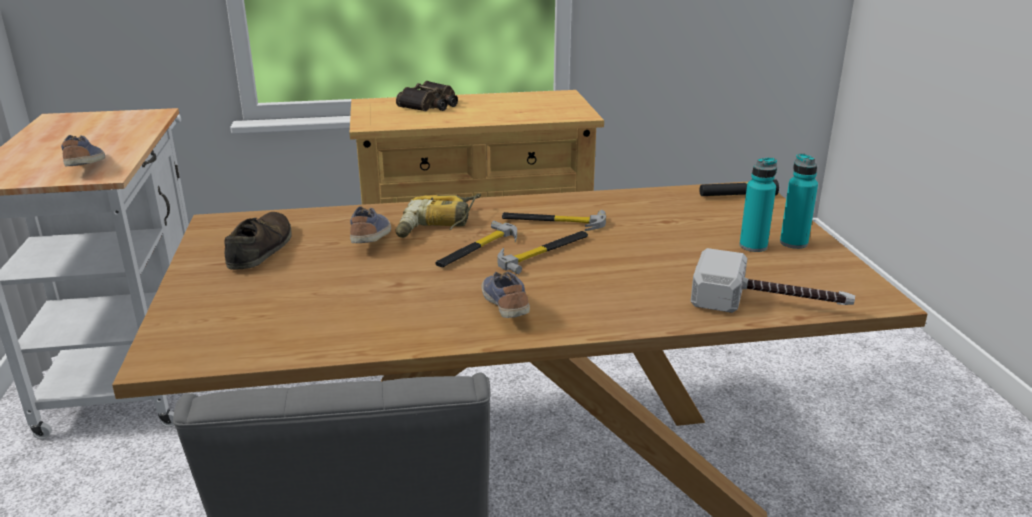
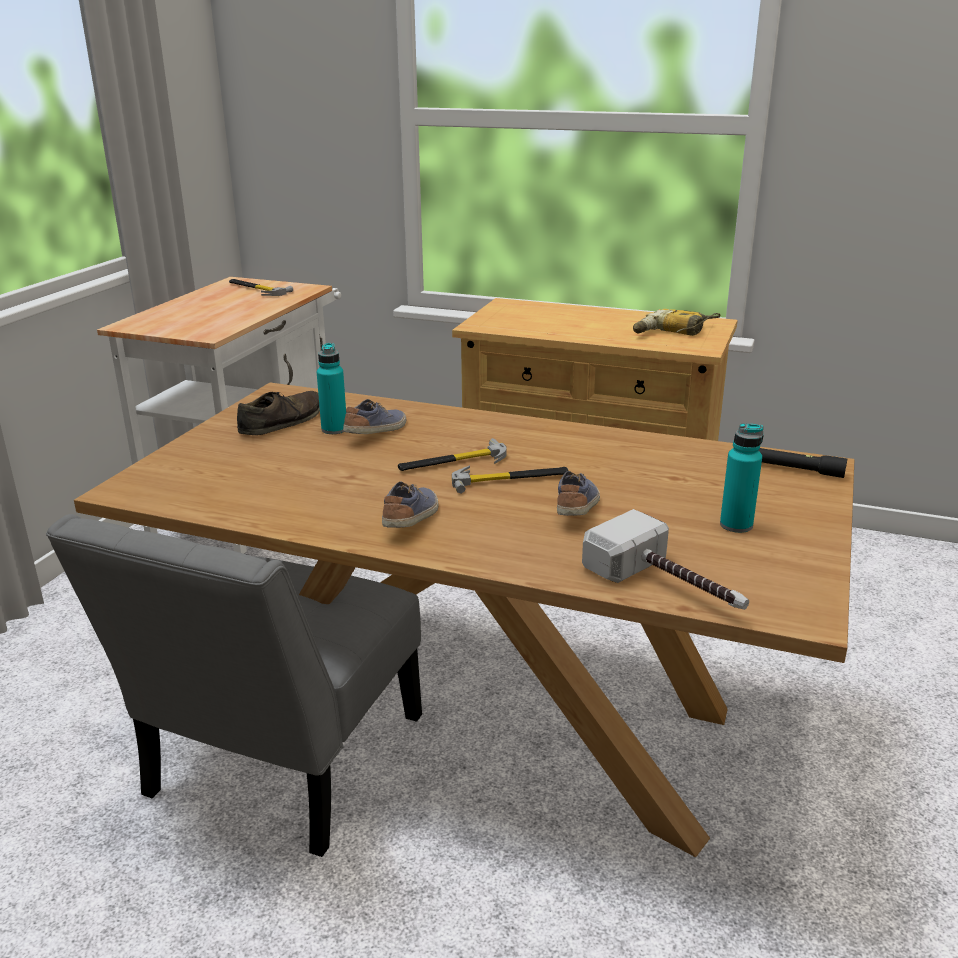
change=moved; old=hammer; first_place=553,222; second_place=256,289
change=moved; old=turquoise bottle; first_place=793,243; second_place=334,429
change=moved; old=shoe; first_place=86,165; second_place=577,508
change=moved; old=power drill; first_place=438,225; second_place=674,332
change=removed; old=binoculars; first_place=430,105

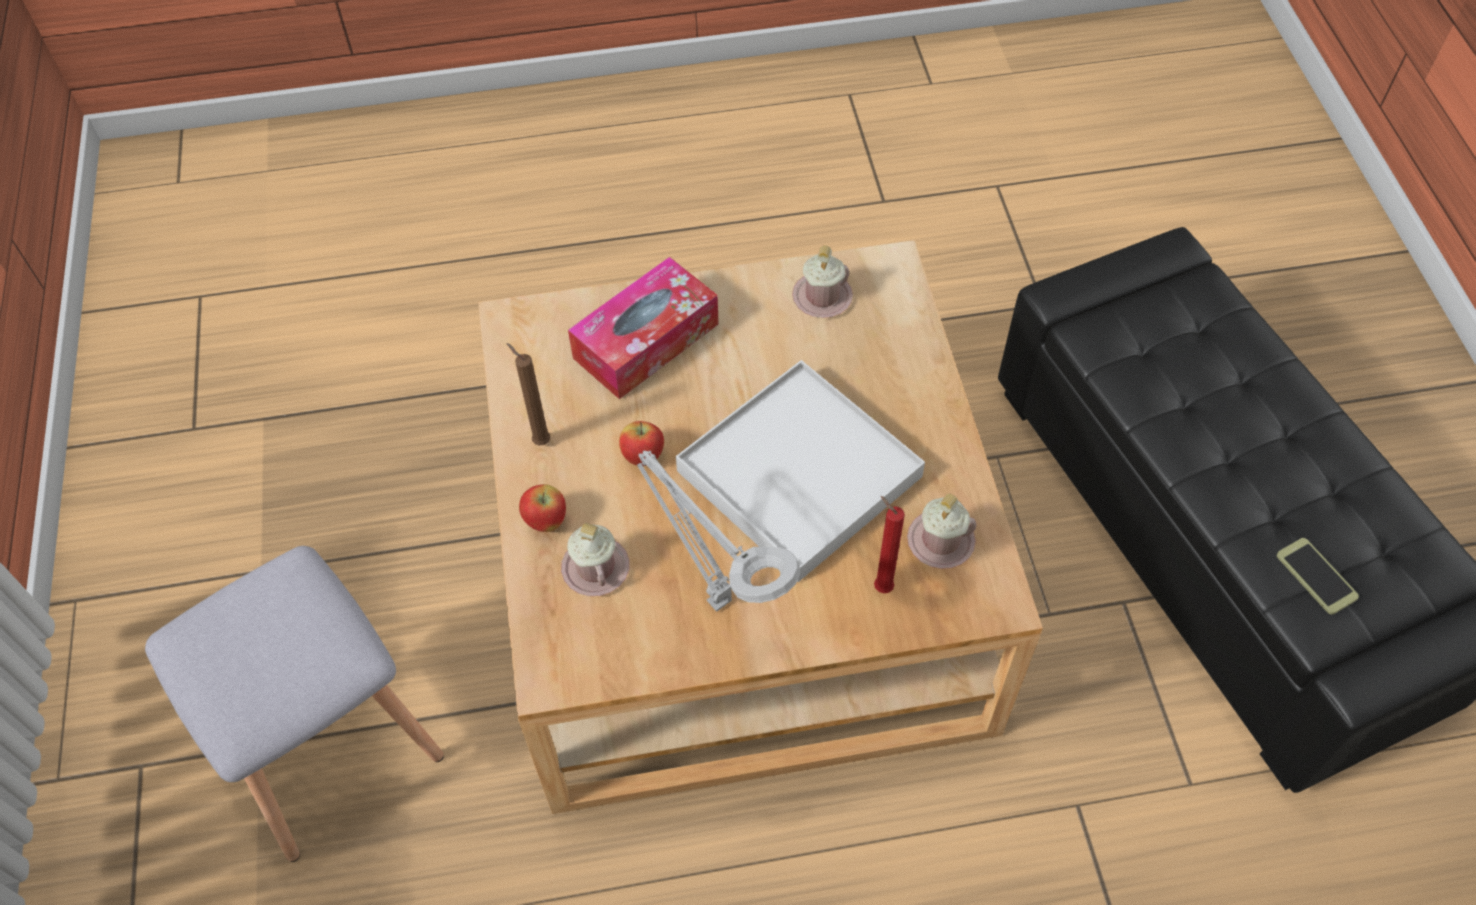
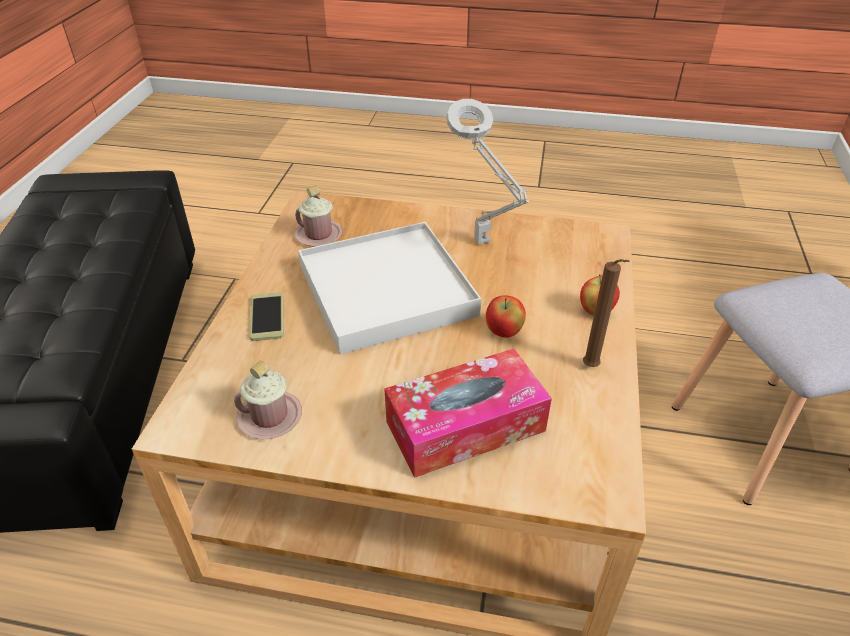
change=moved; old=phone; first_place=1316,576; second_place=267,317
change=removed; old=pink mug; first_place=595,568
change=removed; old=red candle; first_place=880,586

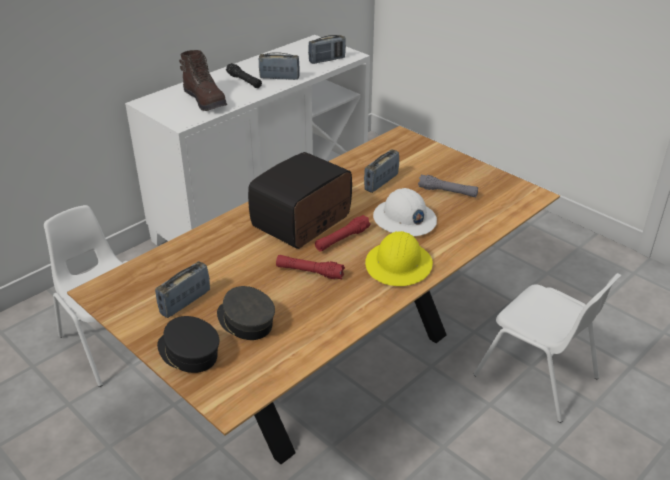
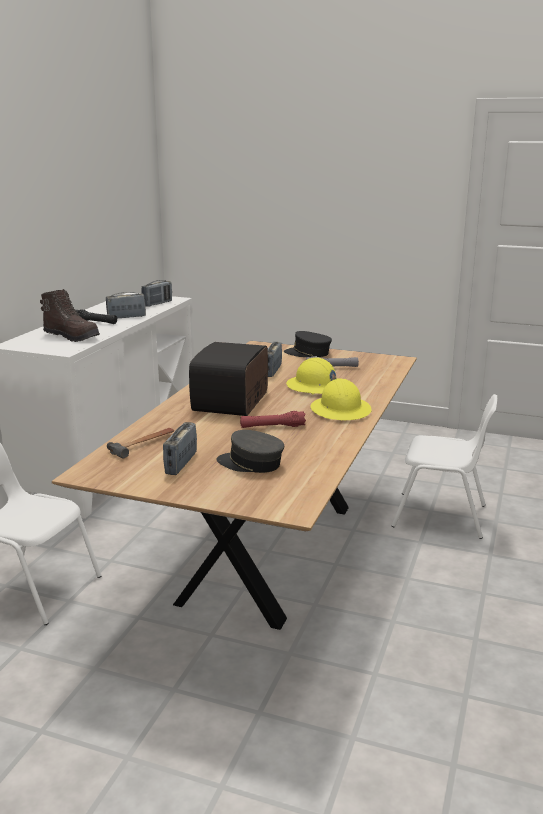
change=added; new=hammer; second_place=143,444
change=moved; old=black cap; first_place=188,353; second_place=308,353
change=recoloured; old=white hard hat; new=yellow hard hat; first_place=404,220; second_place=315,387
change=removed; old=red flashlight; first_place=342,239

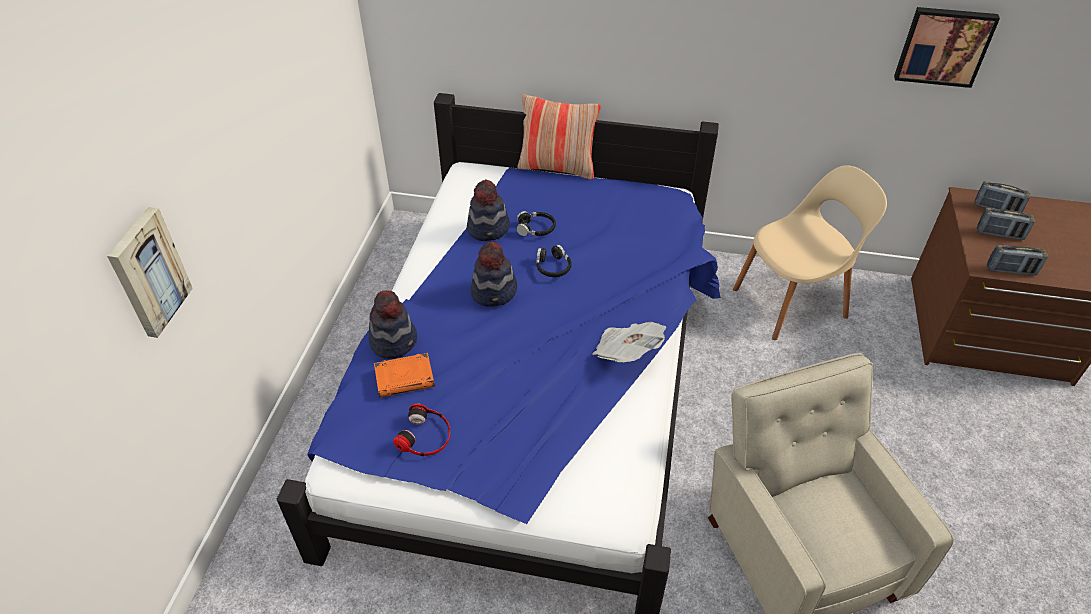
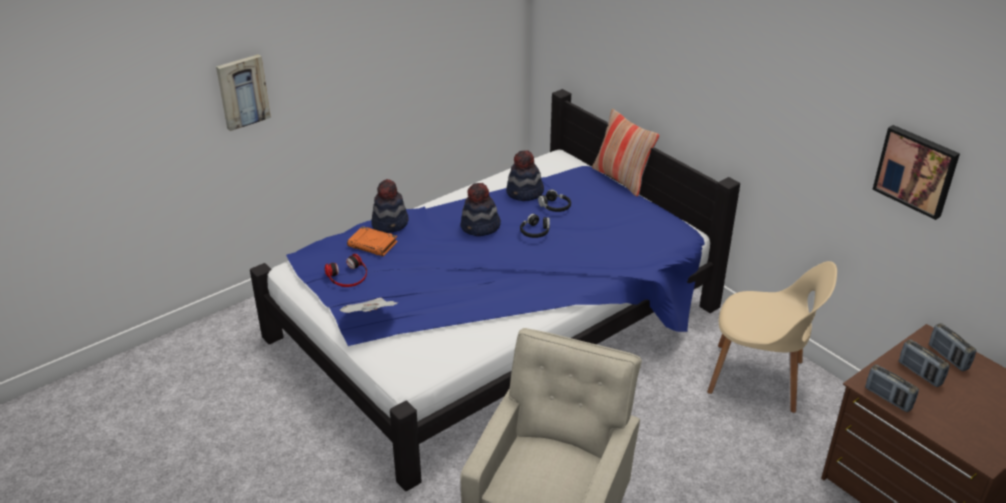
change=moved; old=newspaper; first_place=627,353; second_place=371,317

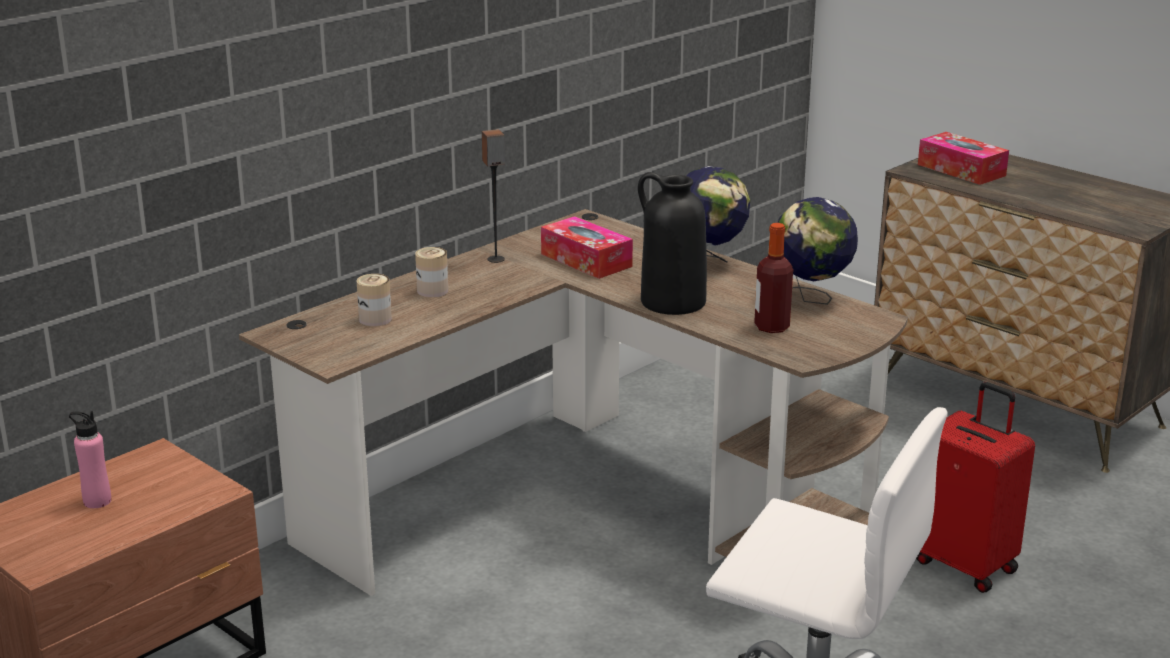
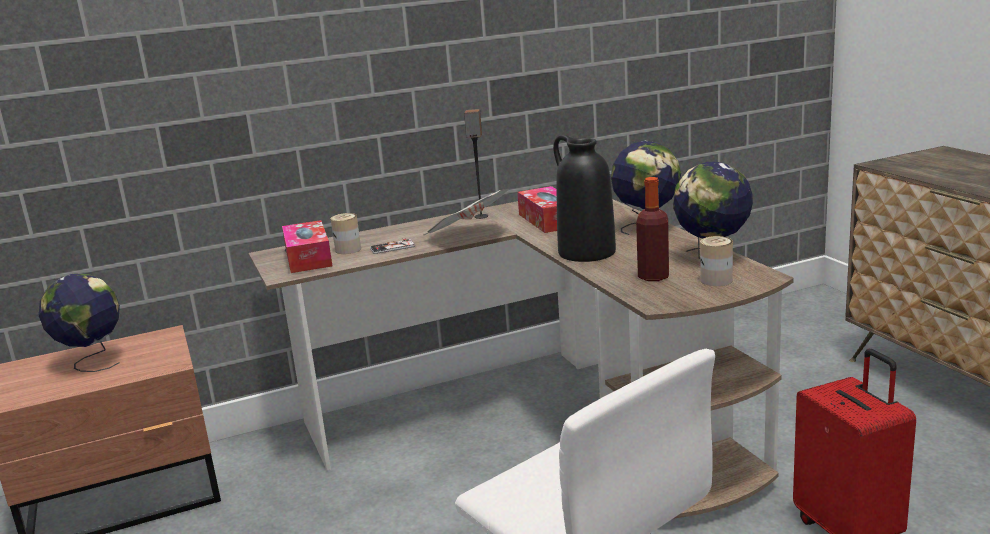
change=replaced; old=pink bottle; new=globe; first_place=97,501; second_place=92,361
change=moved; old=tissue box; first_place=961,170; second_place=308,258
change=added; new=phone; second_place=392,247
change=added; new=newspaper; second_place=467,235
change=moved; old=can; first_place=432,291; second_place=716,280

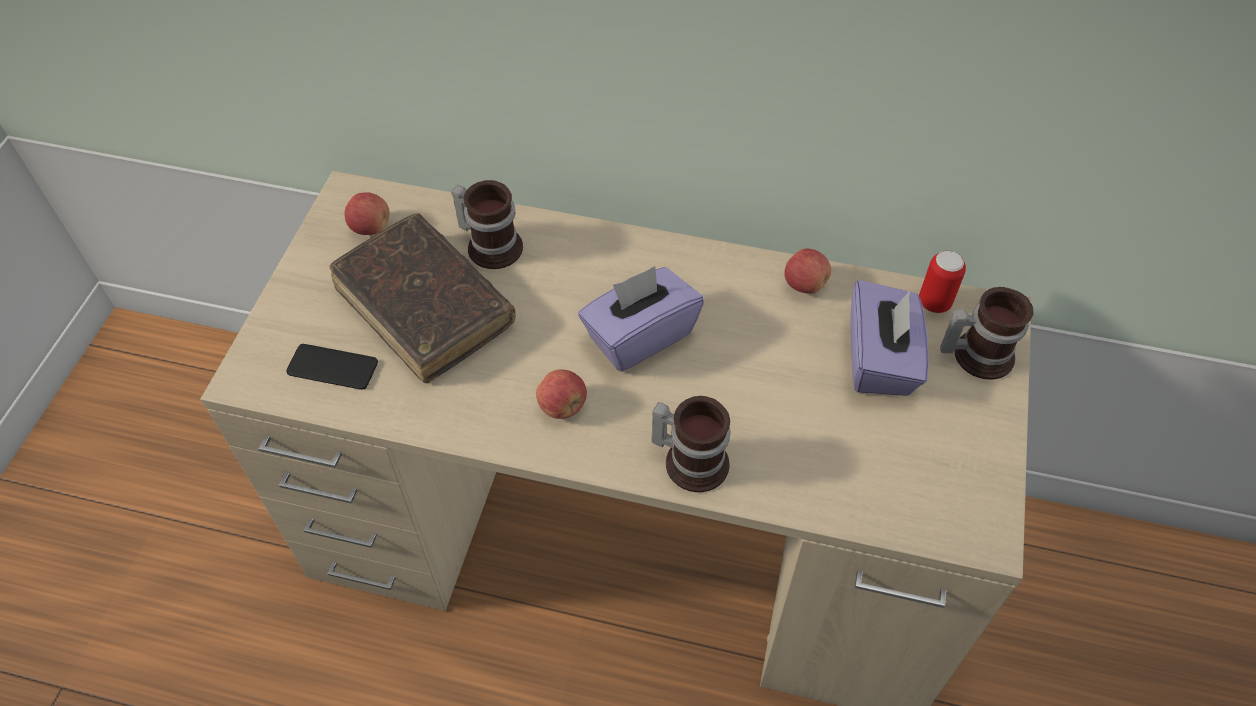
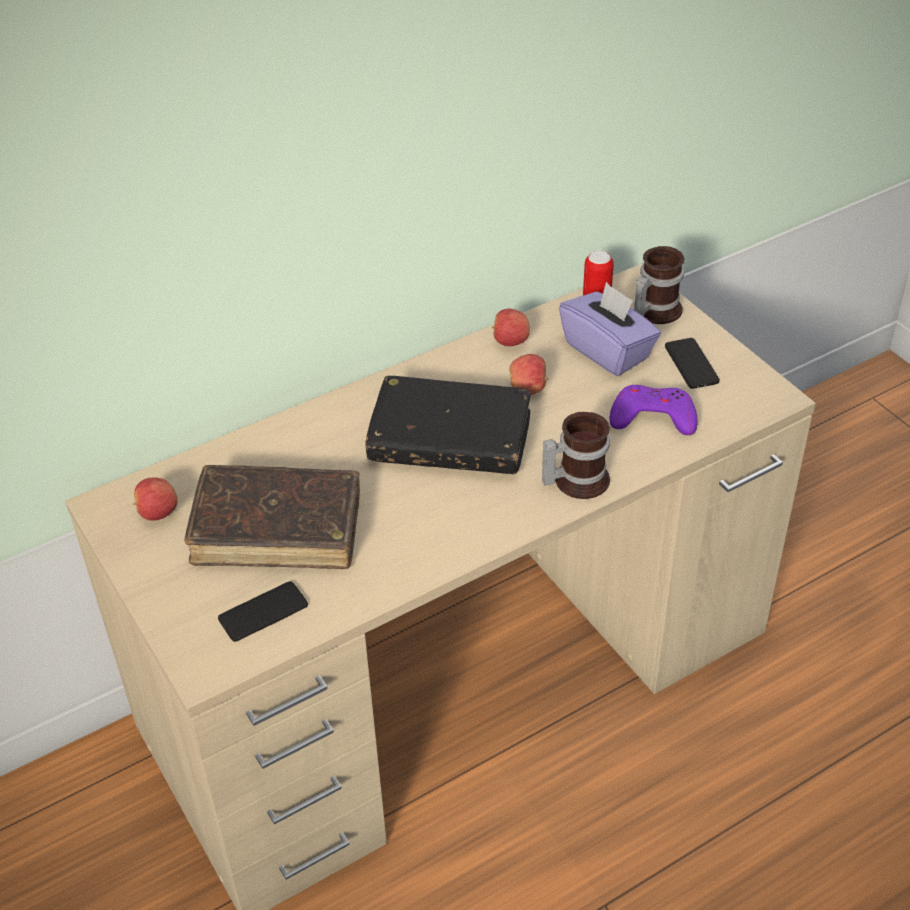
change=replaced; old=purple tissue box; new=black book; first_place=639,336; second_place=450,439
change=moved; old=apple; first_place=562,406; second_place=528,388
change=added; new=purple game controller; second_place=652,417
change=added; new=phone; second_place=691,364
change=removed; old=mug; first_place=492,244

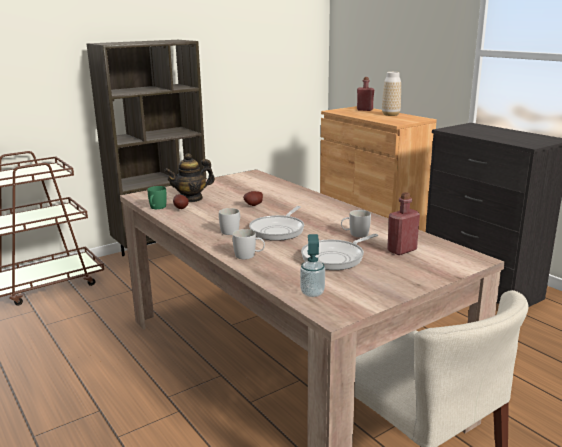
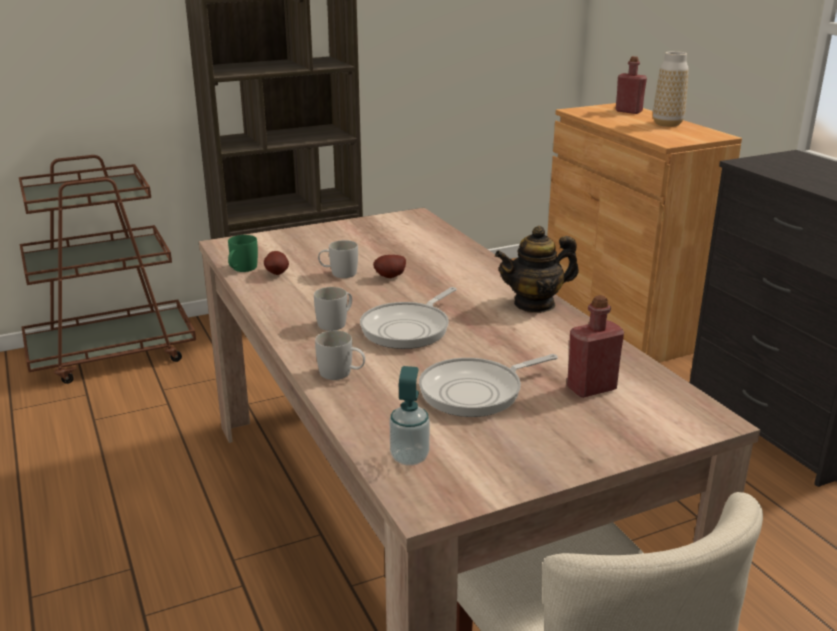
change=moved; old=white mug; first_place=355,234; second_place=338,273
change=moved; old=teapot; first_place=191,198; second_place=535,304

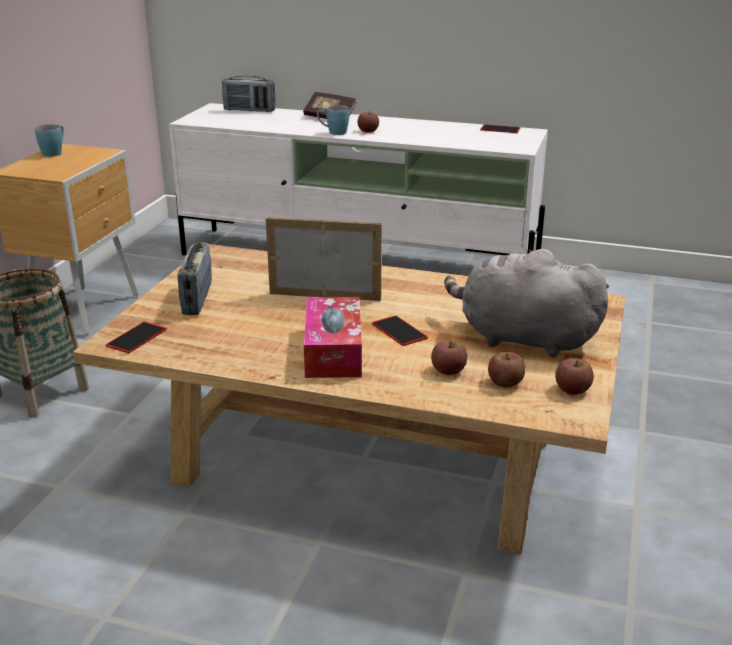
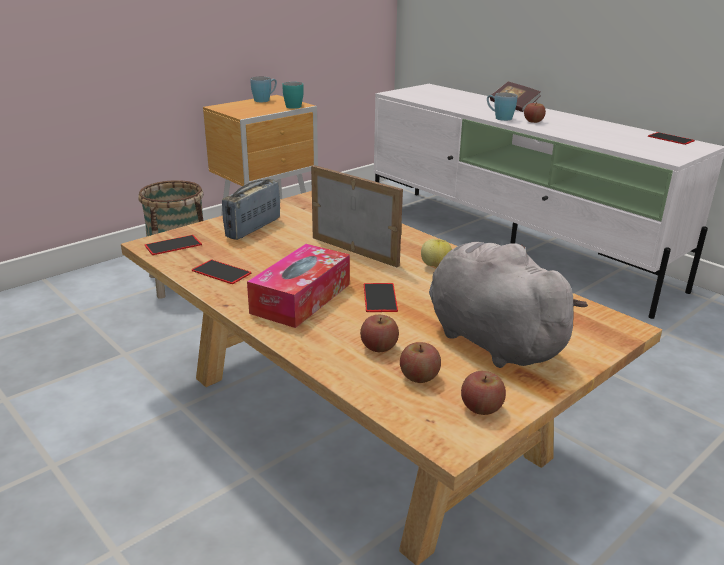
change=added; new=phone; second_place=221,272
change=added; new=turquoise mug; second_place=294,105
change=added; new=apple; second_place=435,266
change=removed; old=radio; first_place=249,110

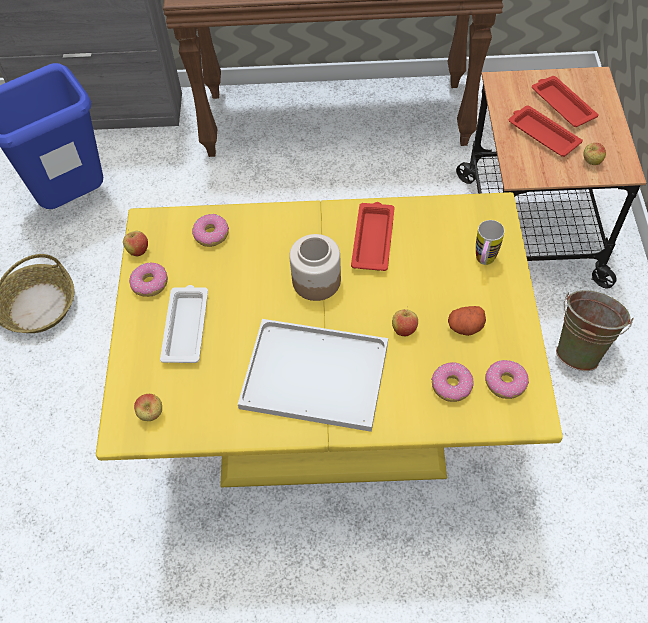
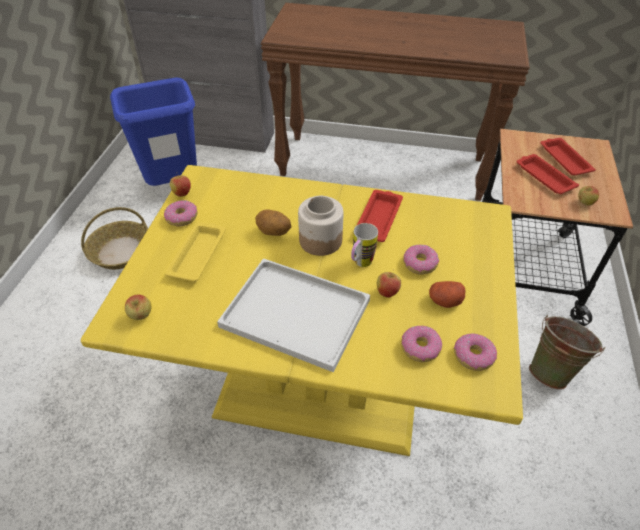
change=recoloured; old=white tray; new=yellow tray; first_place=186,326; second_place=198,254
change=added; new=potato; second_place=273,233
change=moved; old=mug; first_place=483,262; second_place=360,264
change=moved; old=donut; first_place=211,234; second_place=419,264

